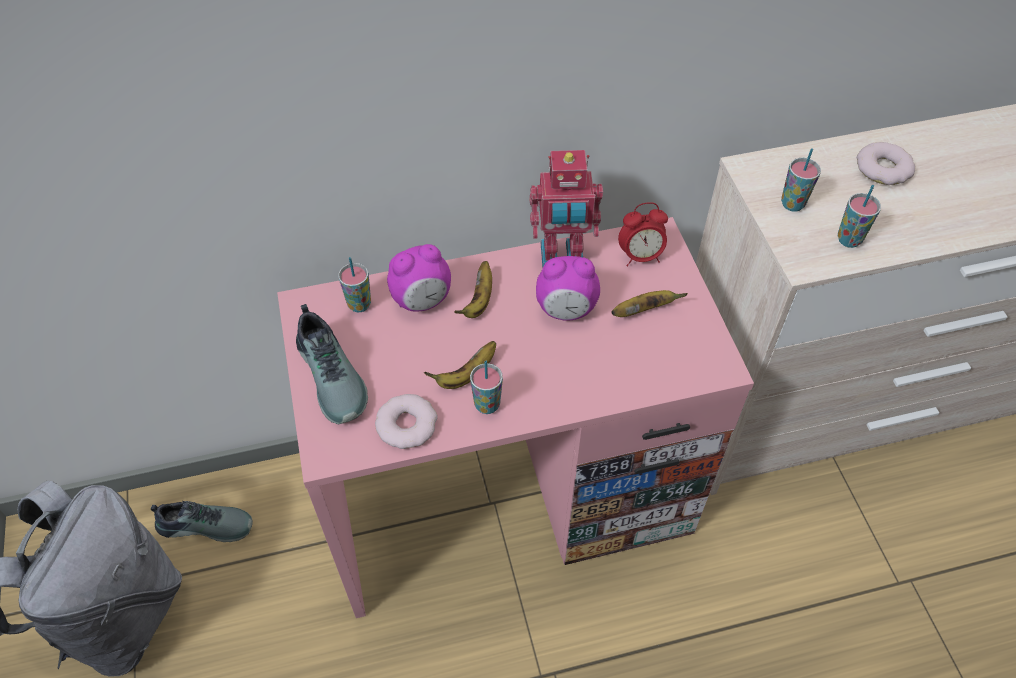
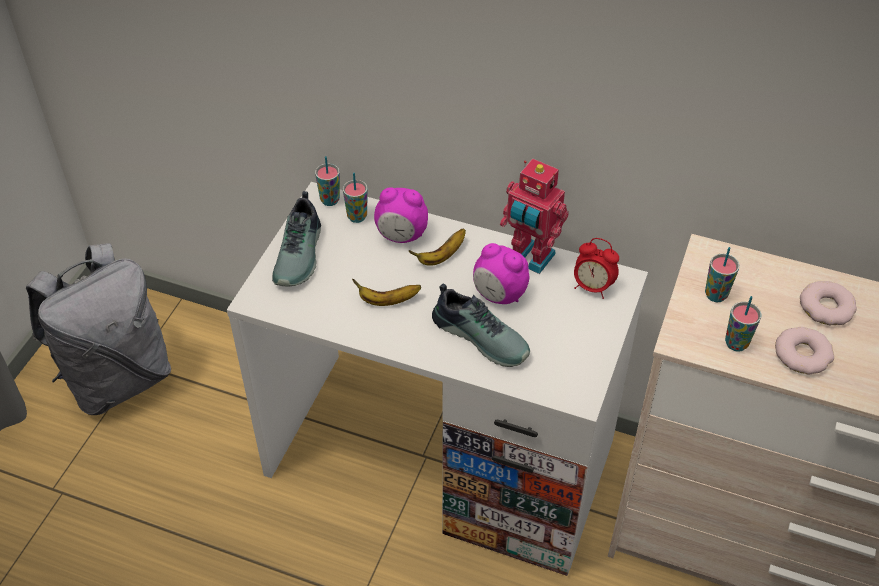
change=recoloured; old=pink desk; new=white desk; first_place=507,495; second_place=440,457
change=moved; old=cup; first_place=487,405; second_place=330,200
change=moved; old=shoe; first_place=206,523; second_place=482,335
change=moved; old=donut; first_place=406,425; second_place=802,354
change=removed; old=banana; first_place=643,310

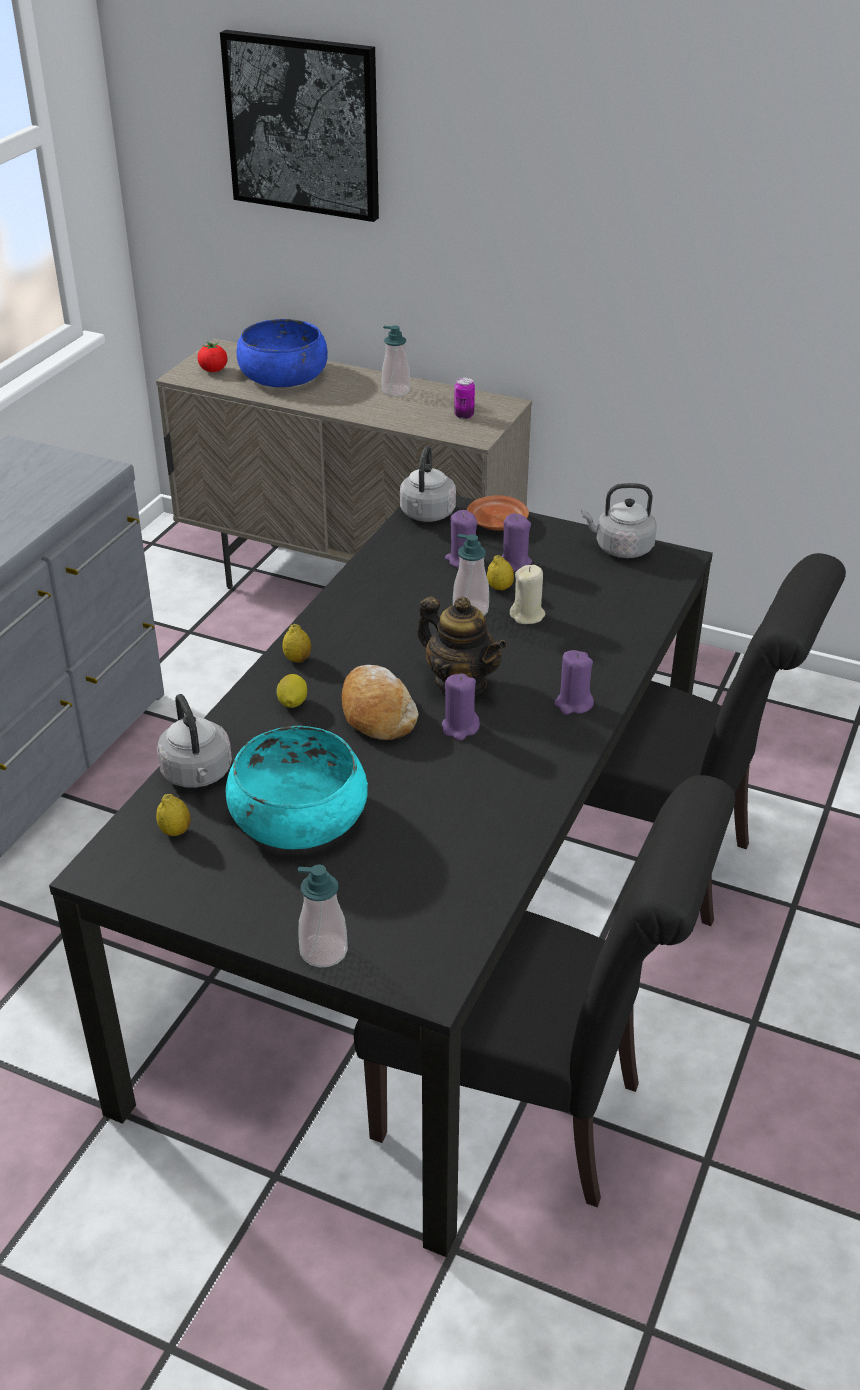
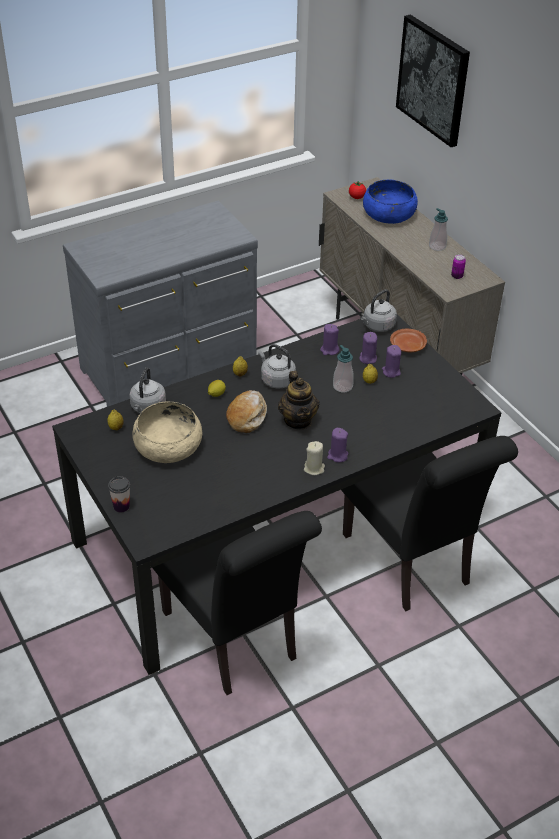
change=replaced; old=soap dispenser; new=cup; first_place=323,951; second_place=121,506
change=recoloured; old=turquoise bowl; new=beige bowl; first_place=298,815; second_place=168,446
change=moved; old=grey kettle; first_place=620,548; second_place=276,380
change=moved; old=beige candle; first_place=527,615; second_place=314,468
change=moved; old=purple candle; first_place=460,728; second_place=329,350

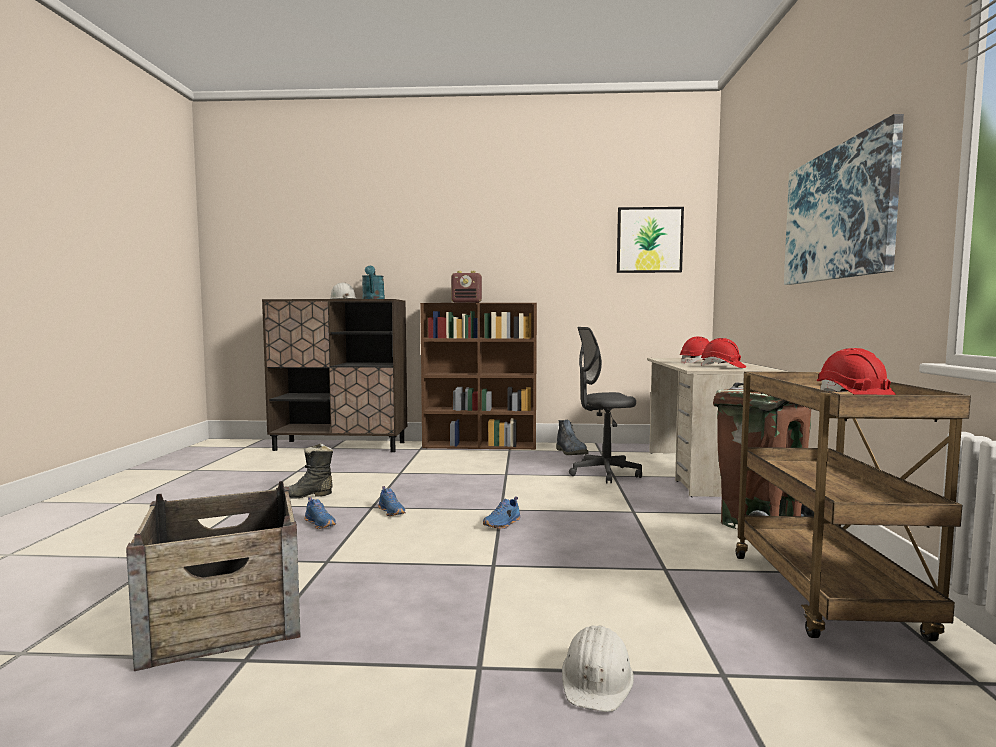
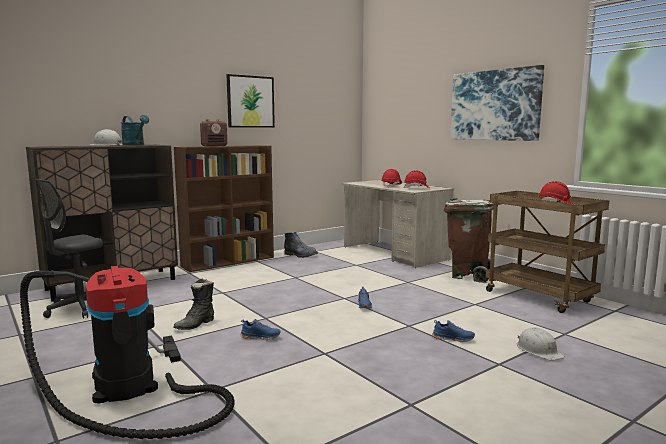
change=added; new=vacuum cleaner; second_place=128,387
change=moved; old=grey office chair; first_place=604,473; second_place=79,309
change=moved; old=picture; first_place=649,240; second_place=250,102
change=moved; old=blue shoe; first_place=392,511; second_place=453,338
change=removed; old=crate; first_place=223,617

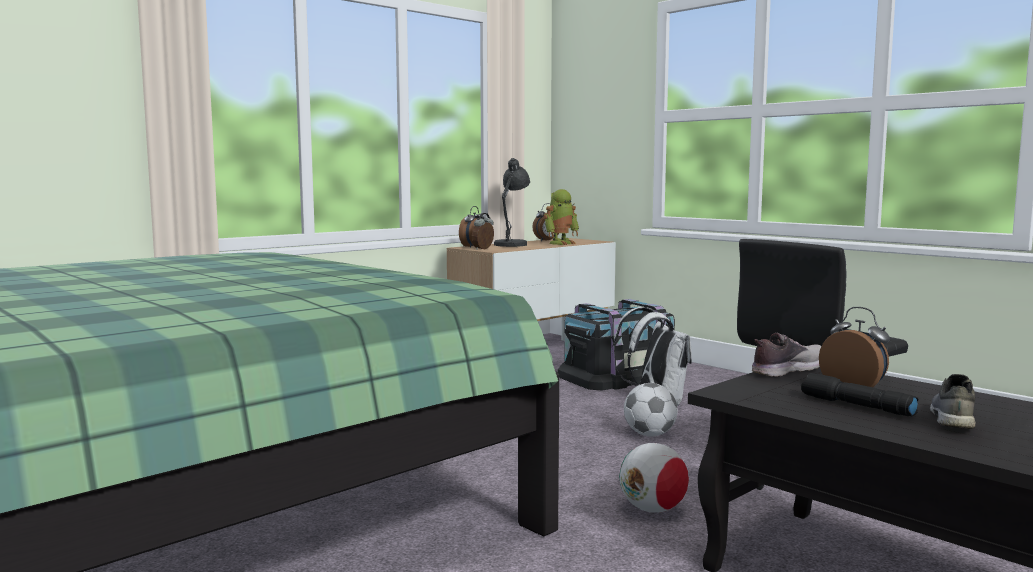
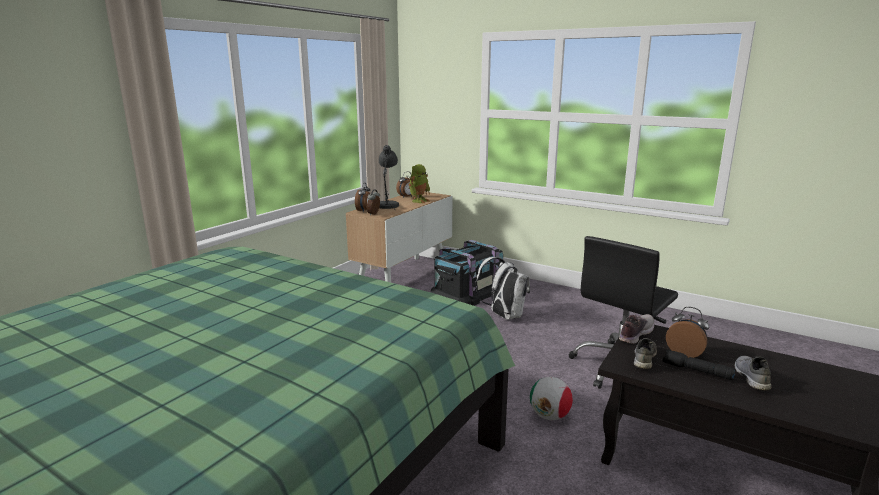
change=added; new=grey shoe; second_place=643,358
change=removed; old=football; first_place=649,435

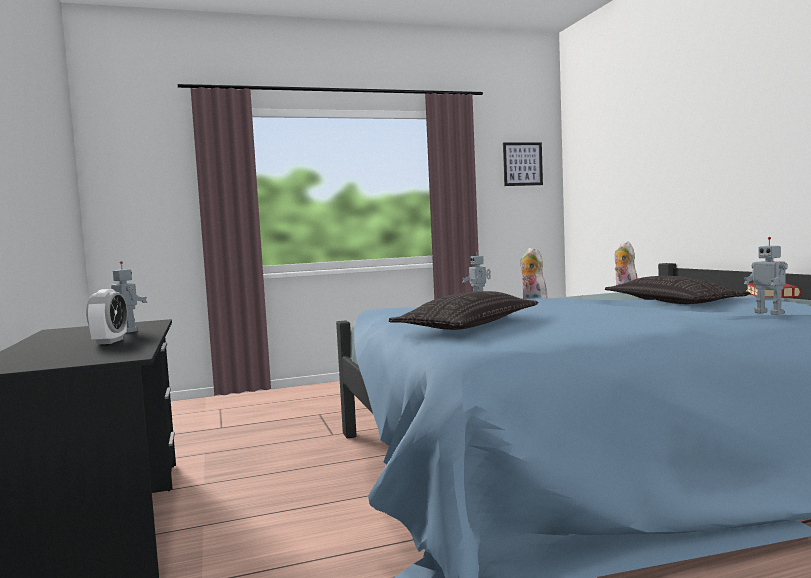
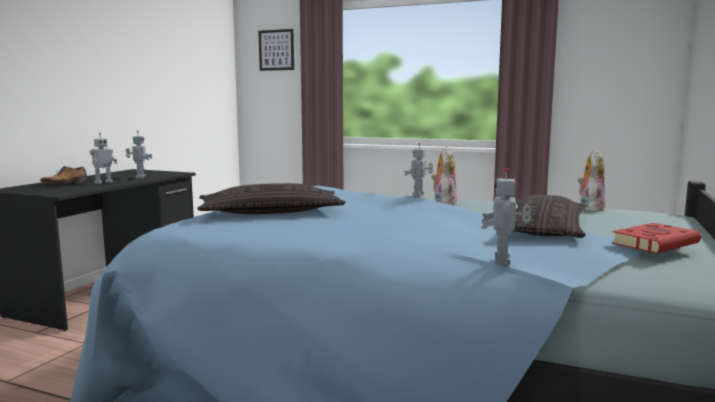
change=added; new=shoe; second_place=66,183
change=replaced; old=alarm clock; new=toy robot; first_place=110,341; second_place=103,182
change=moved; old=picture; first_place=522,164; second_place=276,50

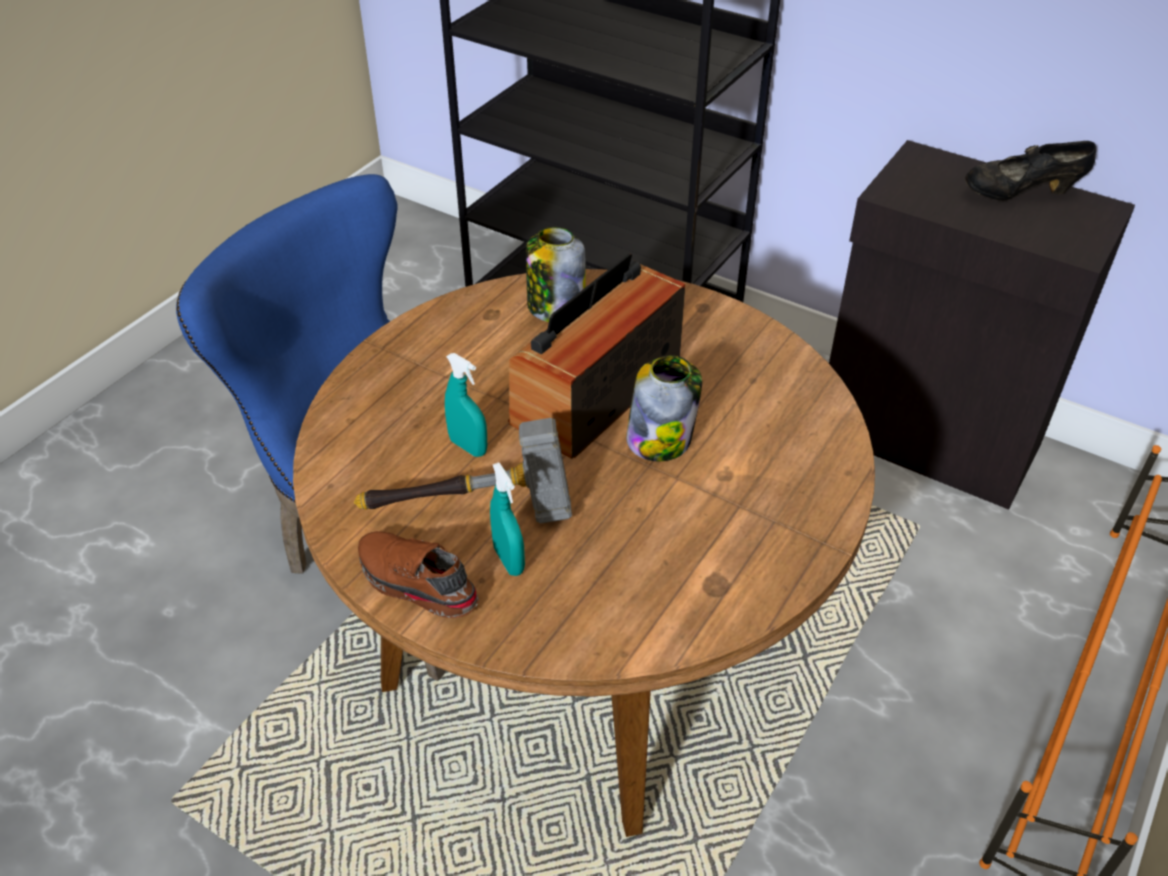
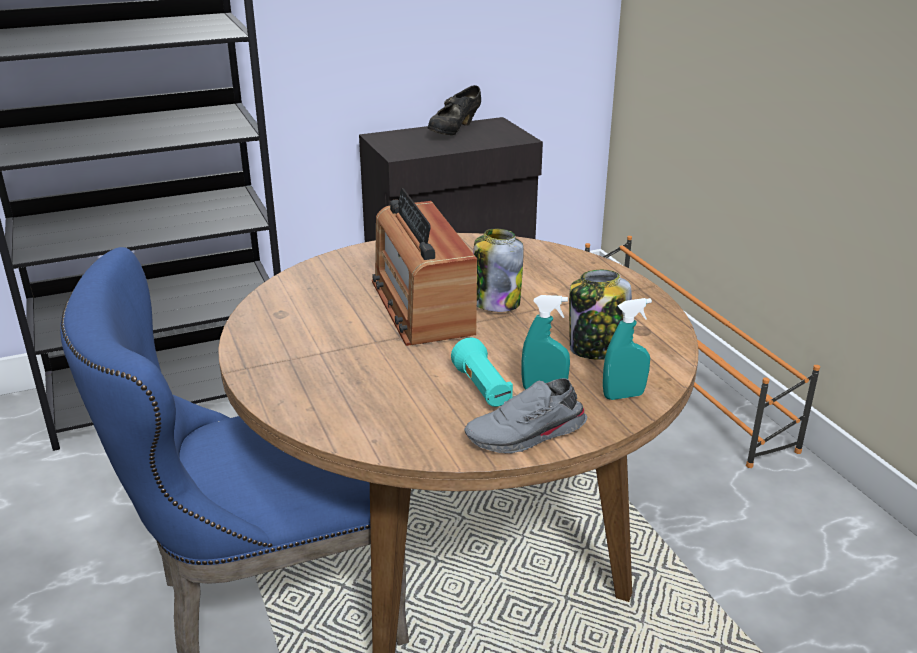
change=replaced; old=hammer; new=turquoise flashlight; first_place=474,513; second_place=482,388
change=recoloured; old=brown shoe; new=grey shoe; first_place=415,584; second_place=526,435
change=moved; old=jar; first_place=555,307; second_place=597,349
change=moved; old=turquoise spray bottle; first_place=468,447; second_place=623,395

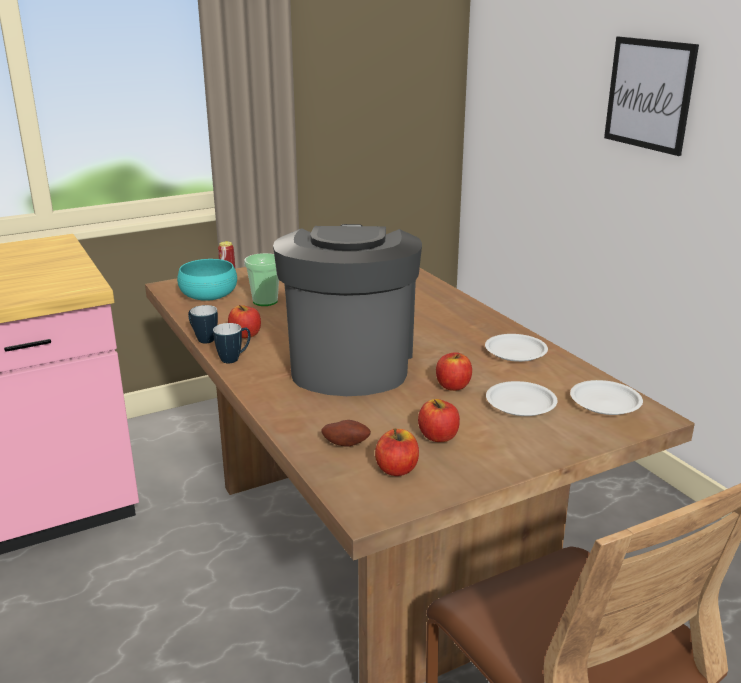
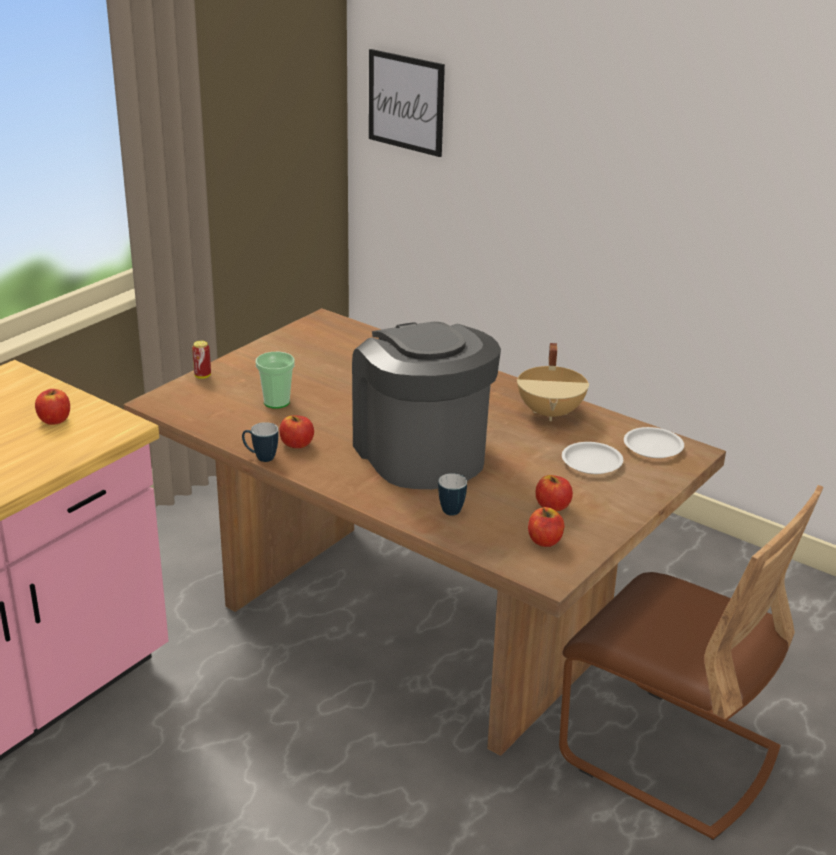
change=moved; old=apple; first_place=453,386; second_place=54,420
change=moved; old=picture; first_place=649,94; second_place=406,102
change=moved; old=mug; first_place=234,359; second_place=454,508
change=replaced; old=white plate; new=beige cooking pot; first_place=516,352; second_place=551,413
change=removed; old=turquoise bowl; first_place=208,295
change=removed; old=potato; first_place=346,443

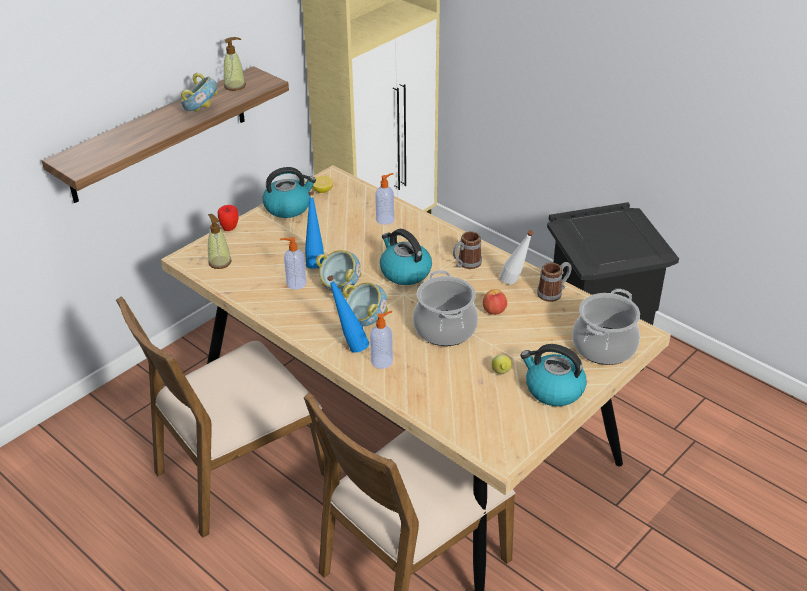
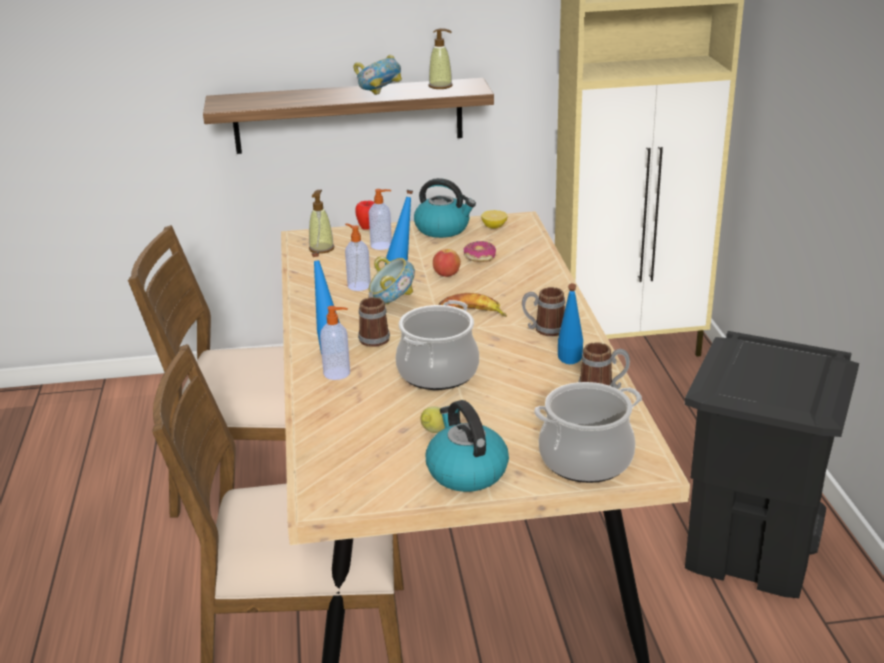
change=replaced; old=bowl; new=mug; first_place=365,321; second_place=373,336
change=moved; old=soap dispenser; first_place=385,219; second_place=382,245
change=moved; old=apple; first_place=494,311; second_place=446,275
change=replaced; old=kettle; new=banana; first_place=404,272; second_place=471,313
change=added; new=donut; second_place=479,257
change=recoloured; old=white bottle; new=blue bottle; first_place=515,285; second_place=569,366

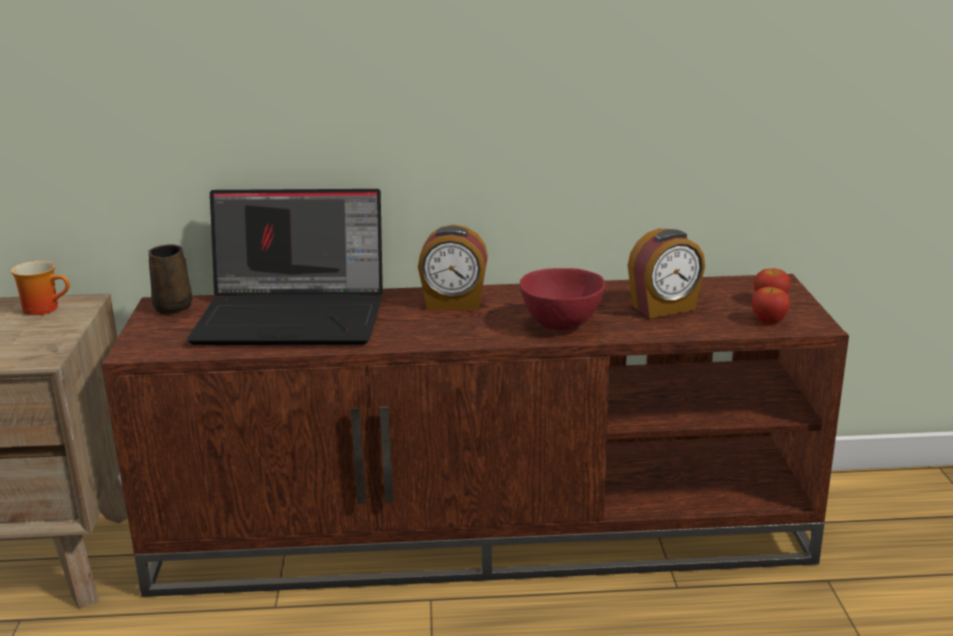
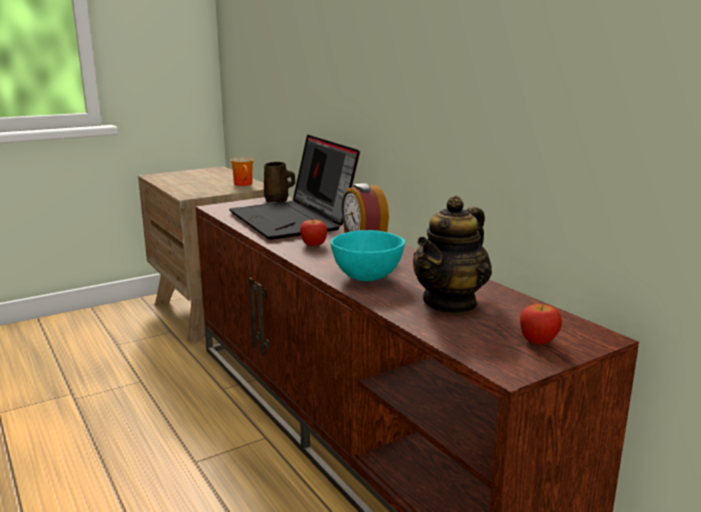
change=moved; old=apple; first_place=768,321; second_place=313,245
change=recoloured; old=red bowl; new=turquoise bowl; first_place=562,324; second_place=368,278
change=replaced; old=alarm clock; new=teapot; first_place=664,308; second_place=450,303

